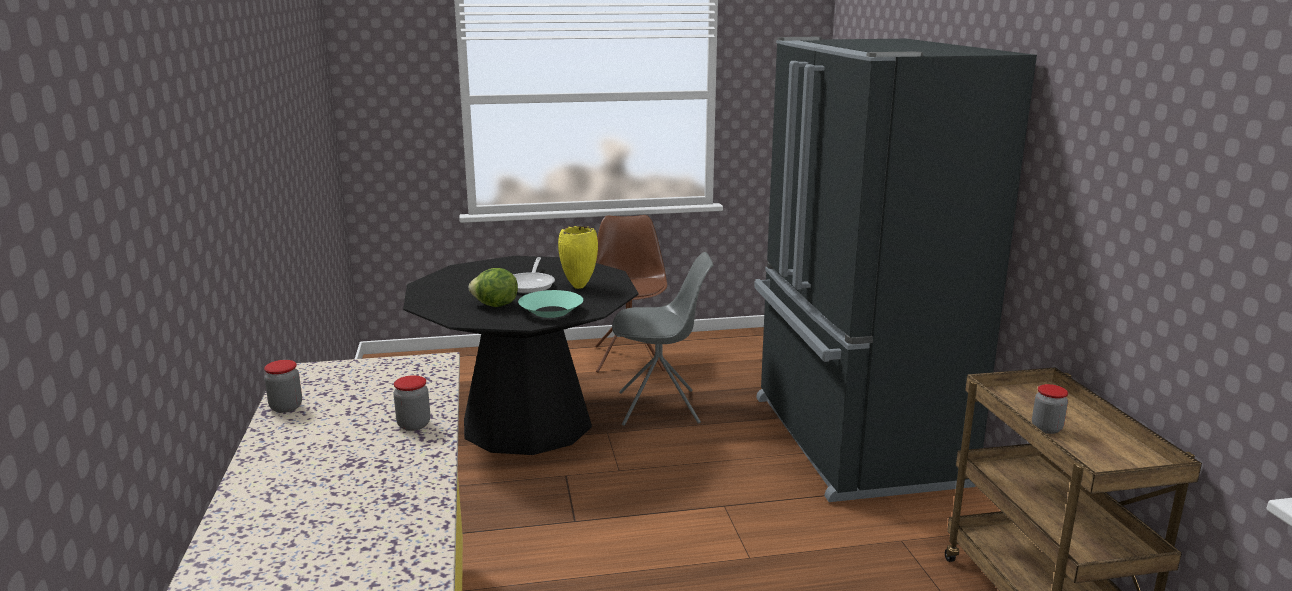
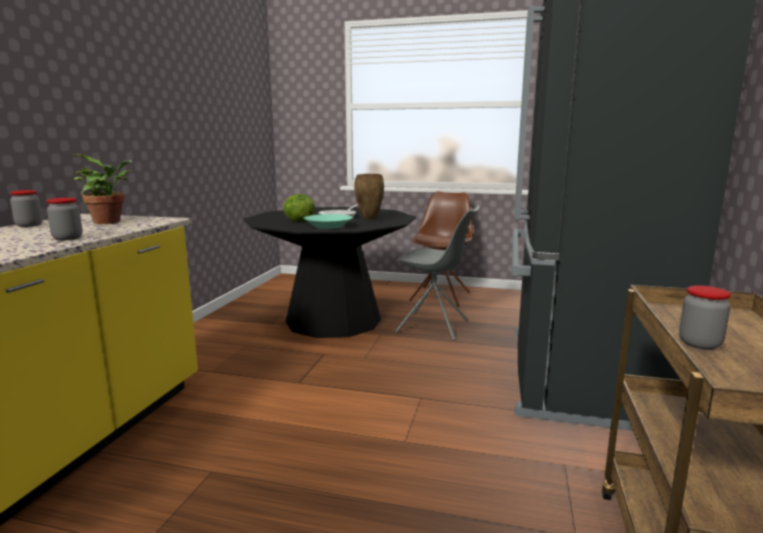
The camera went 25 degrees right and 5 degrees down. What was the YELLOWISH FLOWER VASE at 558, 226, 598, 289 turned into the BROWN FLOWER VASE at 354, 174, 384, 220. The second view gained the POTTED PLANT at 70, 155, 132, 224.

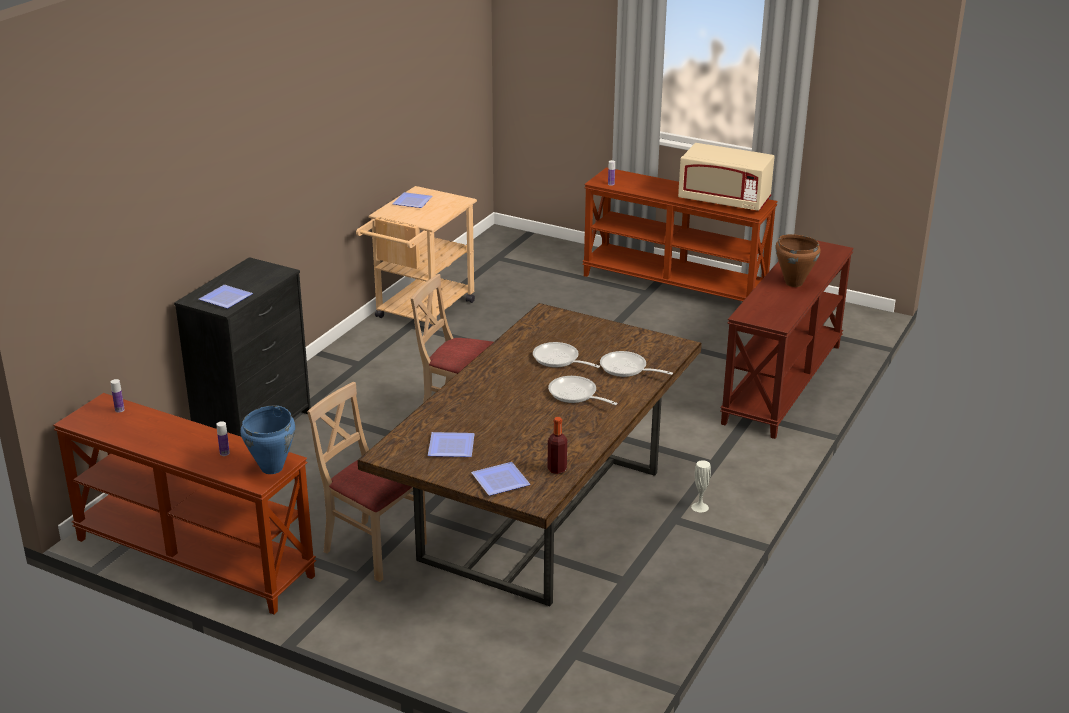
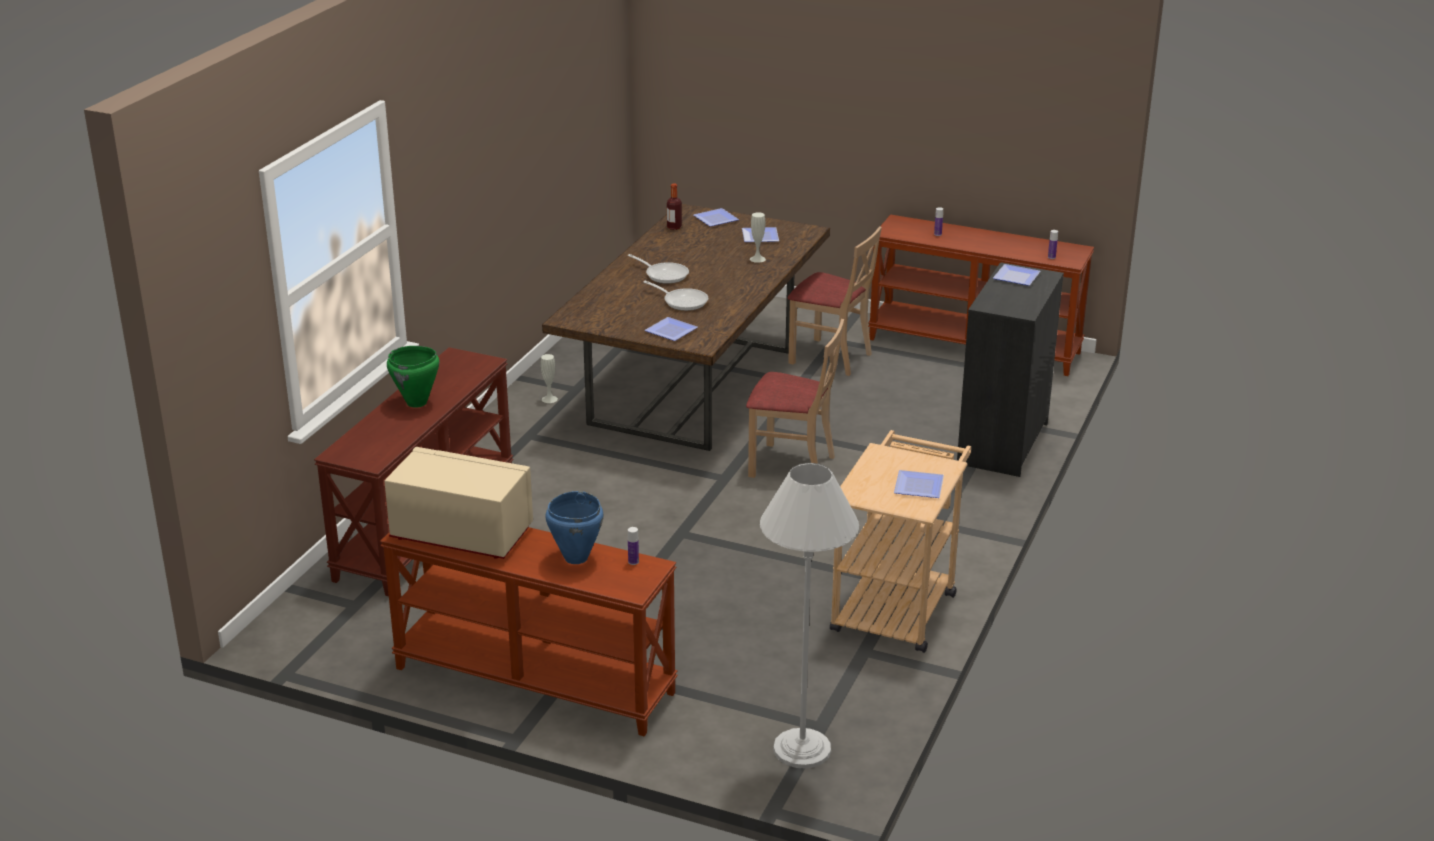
The camera went 175 degrees right and 0 degrees up. The BLUE-COLOURED SAUCEPOT ended up elsewhere, having gone from 241, 405, 295, 474 to 545, 491, 604, 564. The second view lost the PAN at 600, 351, 673, 377. What was the BROWN SAUCEPOT at 775, 234, 821, 287 turned into the GREEN-COLOURED SAUCEPOT at 387, 346, 440, 408. The second view gained the PLATE at 644, 317, 698, 341. The second view gained the WHITE FLOWER VASE at 750, 212, 766, 263. The second view gained the WHITE FLOOR LAMP at 760, 463, 859, 769.

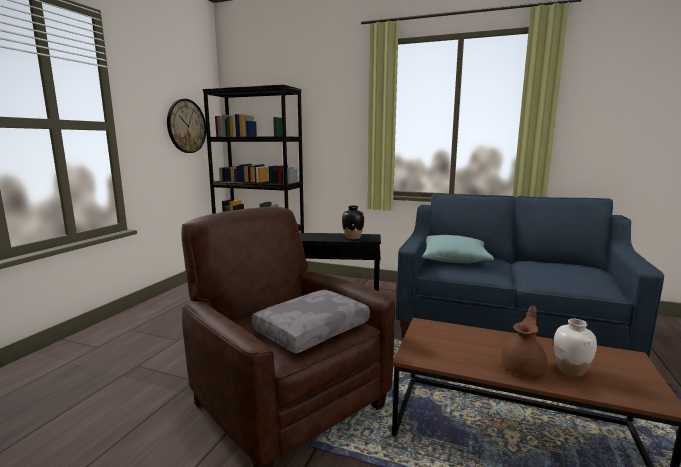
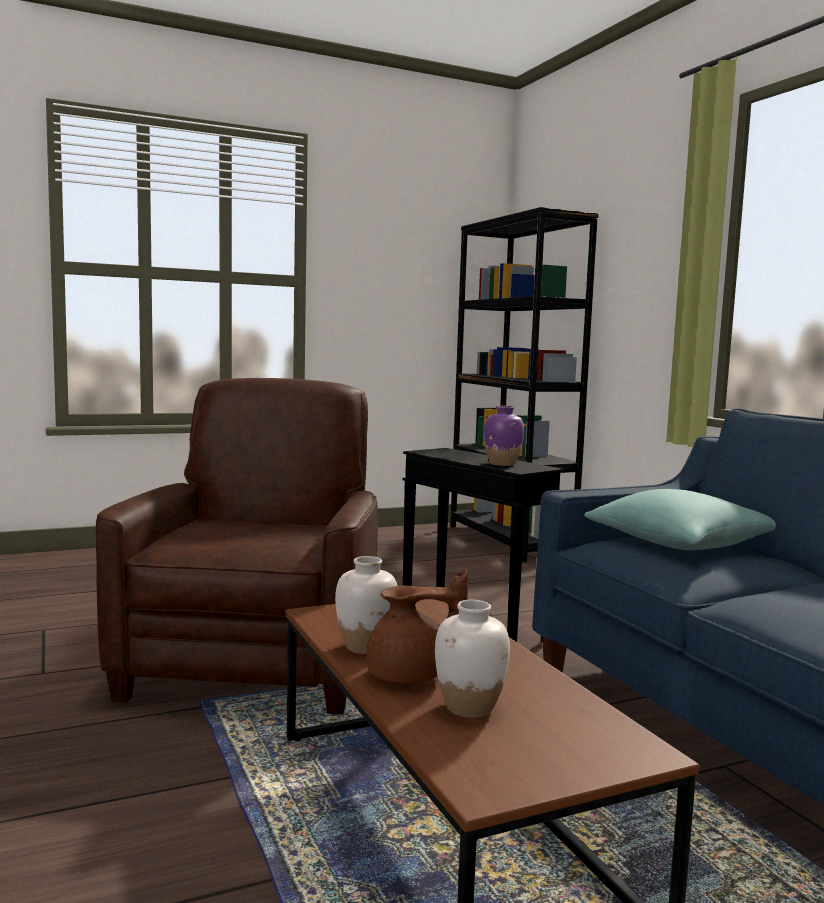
The camera went 45 degrees right and 5 degrees down. The second view lost the WALL CLOCK at 167, 99, 206, 153. The second view lost the GRAY PILLOW at 252, 290, 370, 353. What was the BLACKISH FLOWER VASE at 342, 206, 364, 239 turned into the PURPLE FLOWER VASE at 484, 406, 524, 466. The second view gained the WHITE FLOWER VASE at 335, 556, 398, 654.

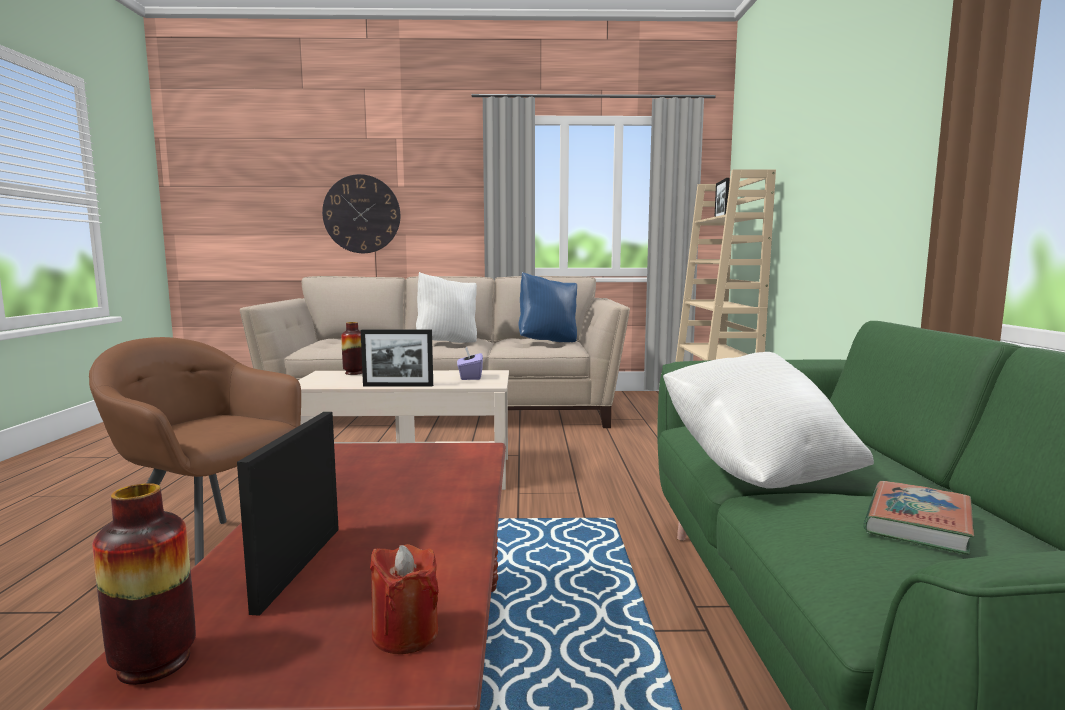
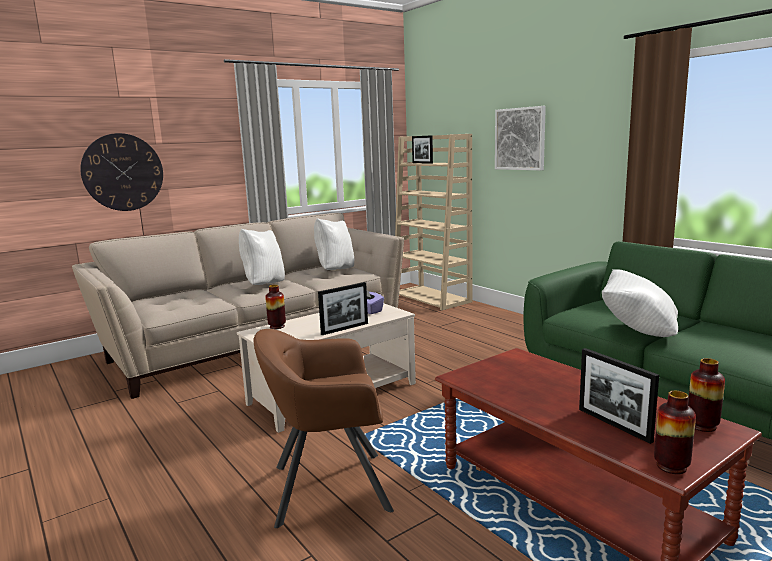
The camera went 35 degrees left and 5 degrees up. Where the REDDISH CANDLE stood at 370, 544, 439, 654, the FLOWER VASE came to stand at 688, 358, 725, 432. What was the BLUE-COLOURED PILLOW at 518, 272, 577, 342 turned into the WHITE PILLOW at 314, 218, 354, 270. The second view lost the BOUND BOOK at 864, 481, 974, 555. The second view gained the PICTURE at 495, 106, 546, 170.

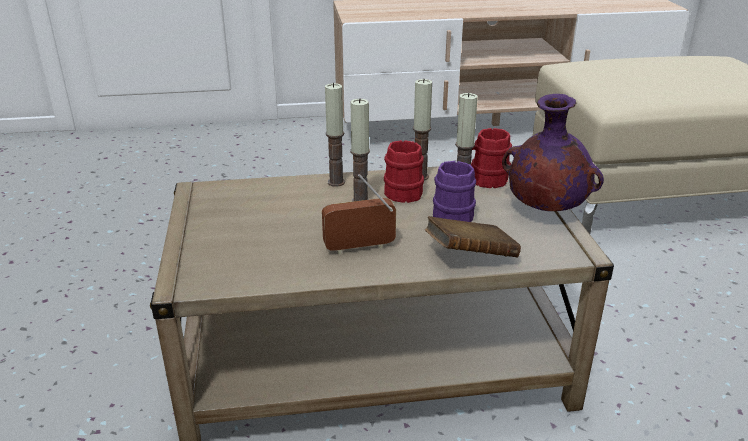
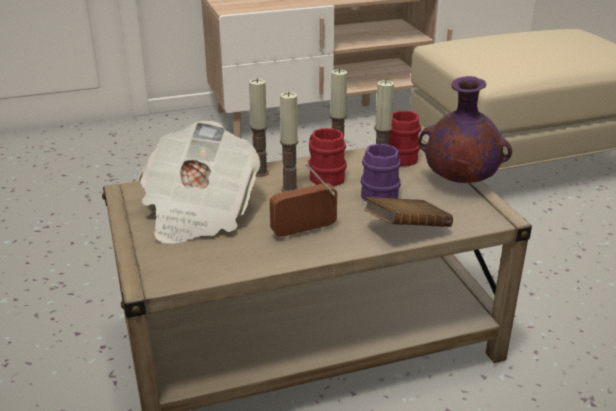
The camera went 10 degrees left and 0 degrees up. The second view gained the DAILY PAPER at 139, 121, 261, 244.

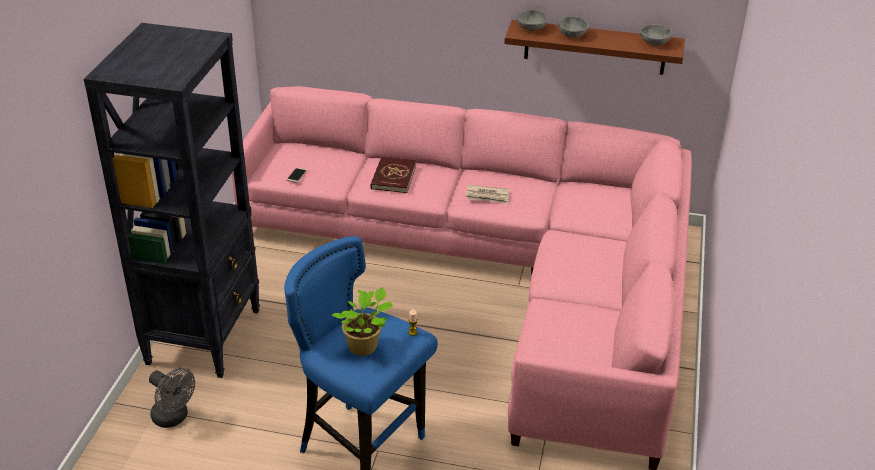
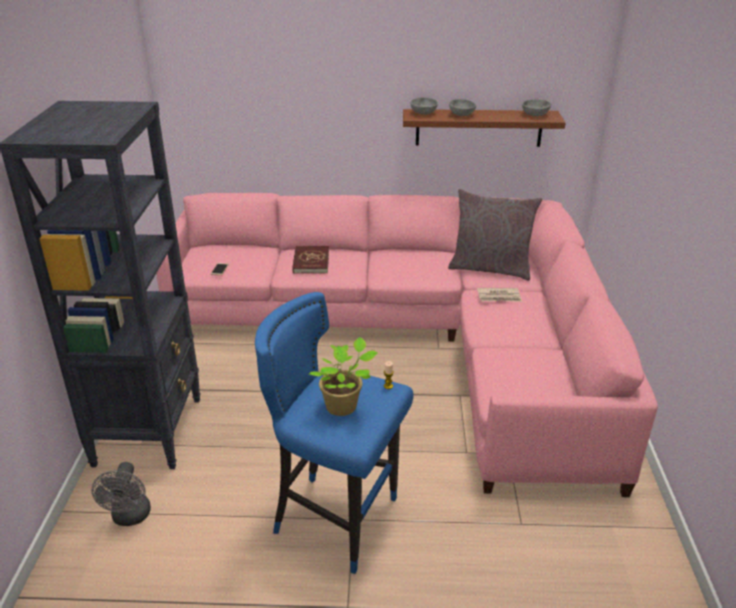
The camera went 10 degrees left and 5 degrees down. The GRAY FAN at 149, 368, 195, 428 ended up facing another way, 60 degrees clockwise from before. The DAILY PAPER ended up elsewhere, having gone from 465, 185, 509, 204 to 477, 288, 522, 302. The second view gained the GRAY PILLOW at 448, 189, 542, 281.

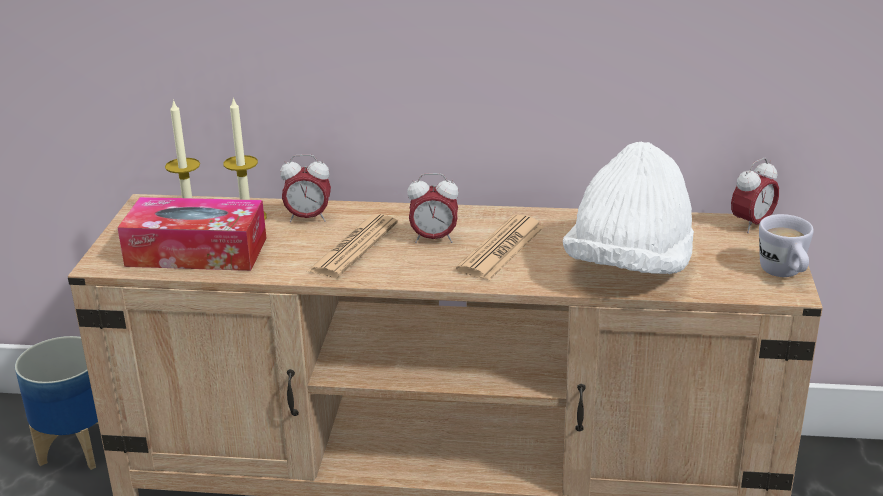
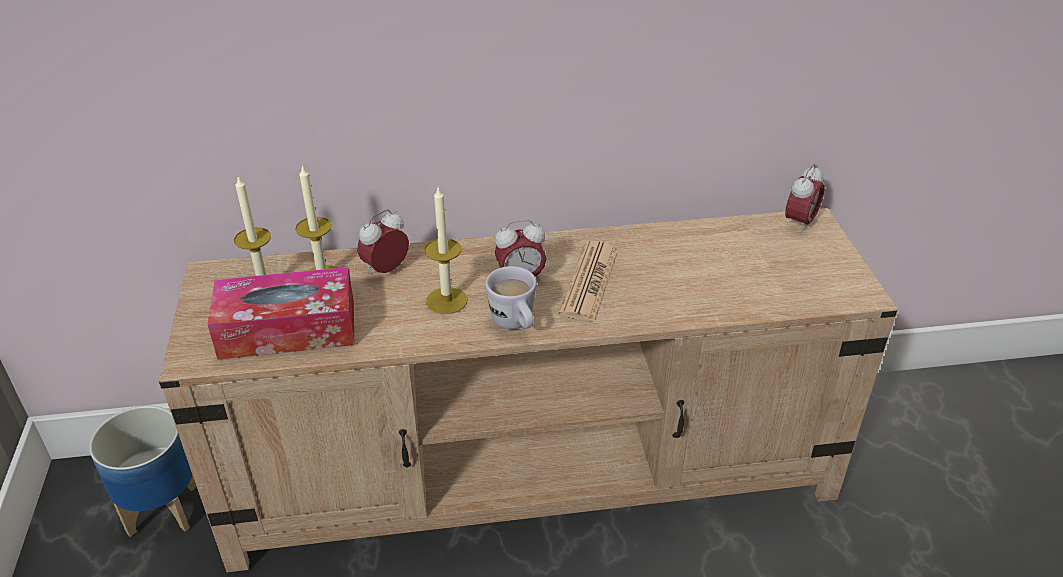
The camera went 15 degrees left and 10 degrees up. The TABLE CLOCK at 280, 154, 331, 222 ended up facing another way, 150 degrees clockwise from before. Where the DAILY PAPER stood at 307, 214, 398, 278, the CANDLE came to stand at 424, 188, 468, 314. The second view lost the WHITE WEARABLE HAT at 563, 142, 694, 274. The WHITE COFFEE MUG ended up elsewhere, having gone from 759, 214, 814, 277 to 485, 266, 537, 329.

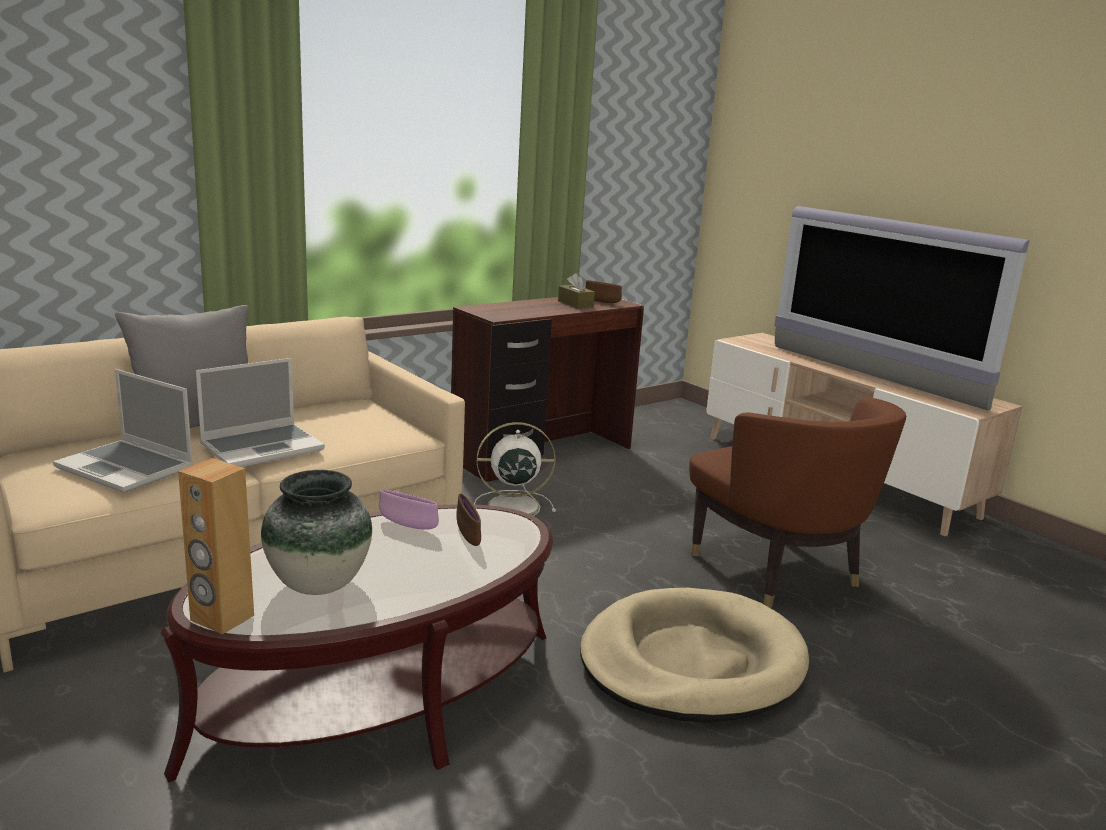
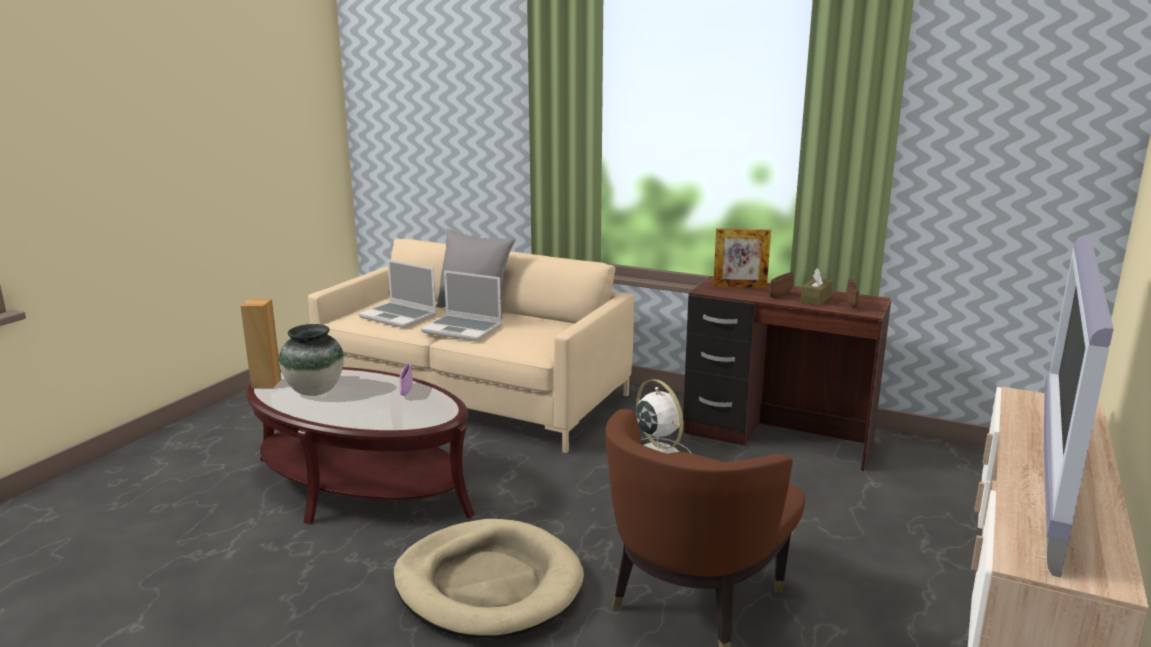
The camera went 65 degrees right and 0 degrees up. The PORTABLE COMPUTER at 53, 369, 193, 493 ended up facing another way, 60 degrees counterclockwise from before. The BROWN SERVING BOWL ended up elsewhere, having gone from 456, 493, 481, 546 to 769, 272, 794, 297. The second view gained the PICTURE FRAME at 713, 228, 771, 288.

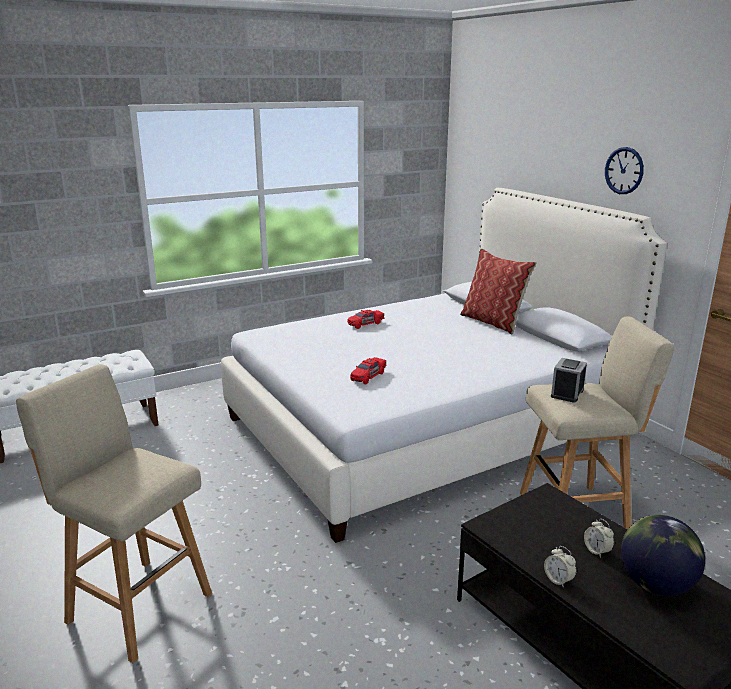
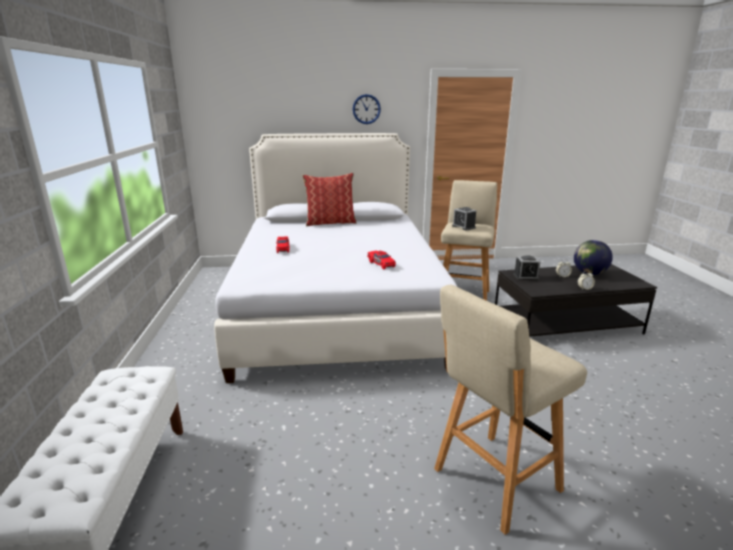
The camera went 65 degrees left and 0 degrees up. The second view gained the TABLE CLOCK at 513, 256, 540, 280.

